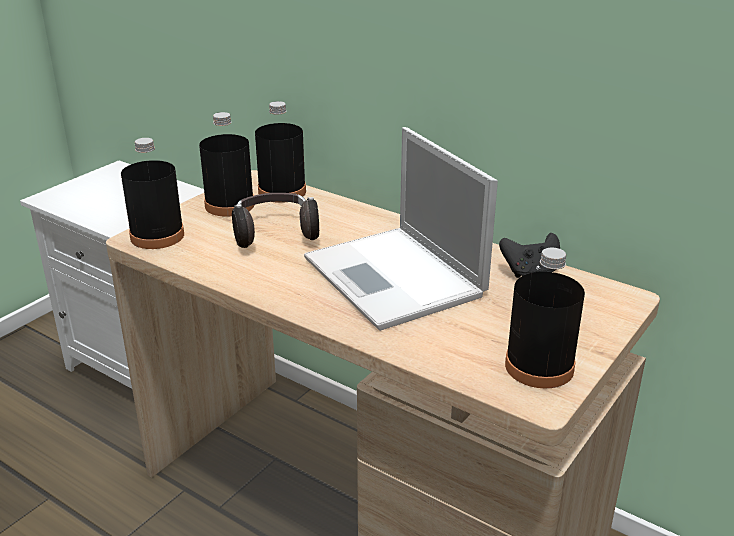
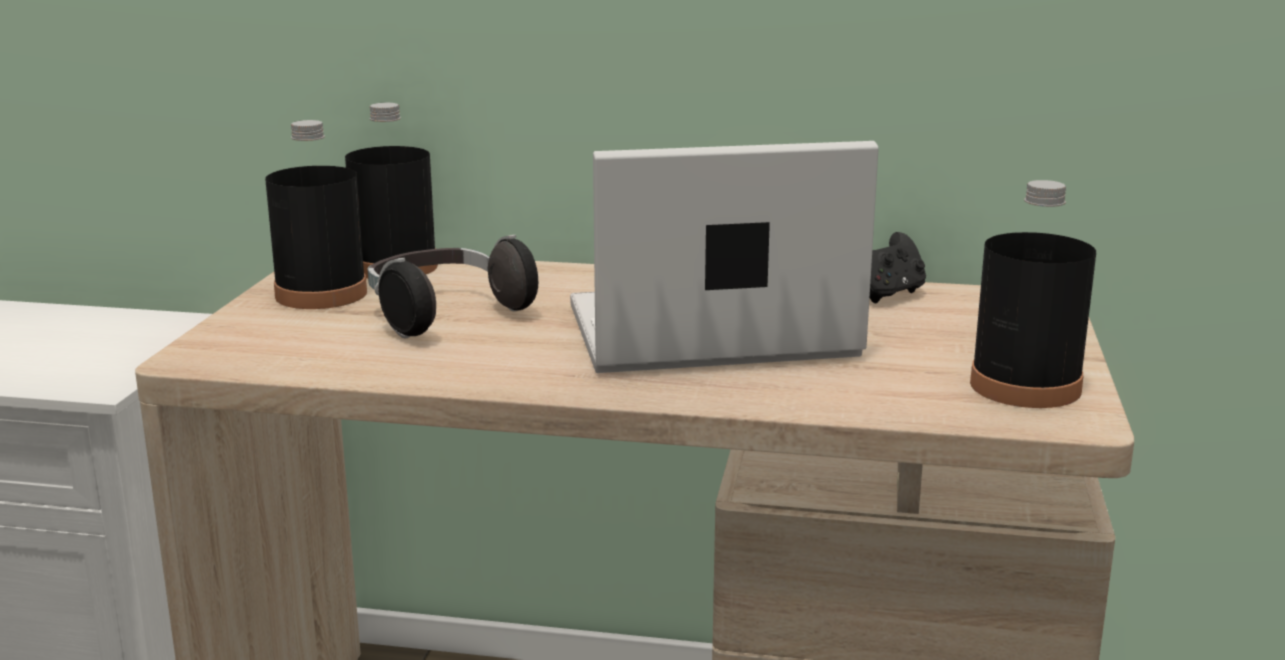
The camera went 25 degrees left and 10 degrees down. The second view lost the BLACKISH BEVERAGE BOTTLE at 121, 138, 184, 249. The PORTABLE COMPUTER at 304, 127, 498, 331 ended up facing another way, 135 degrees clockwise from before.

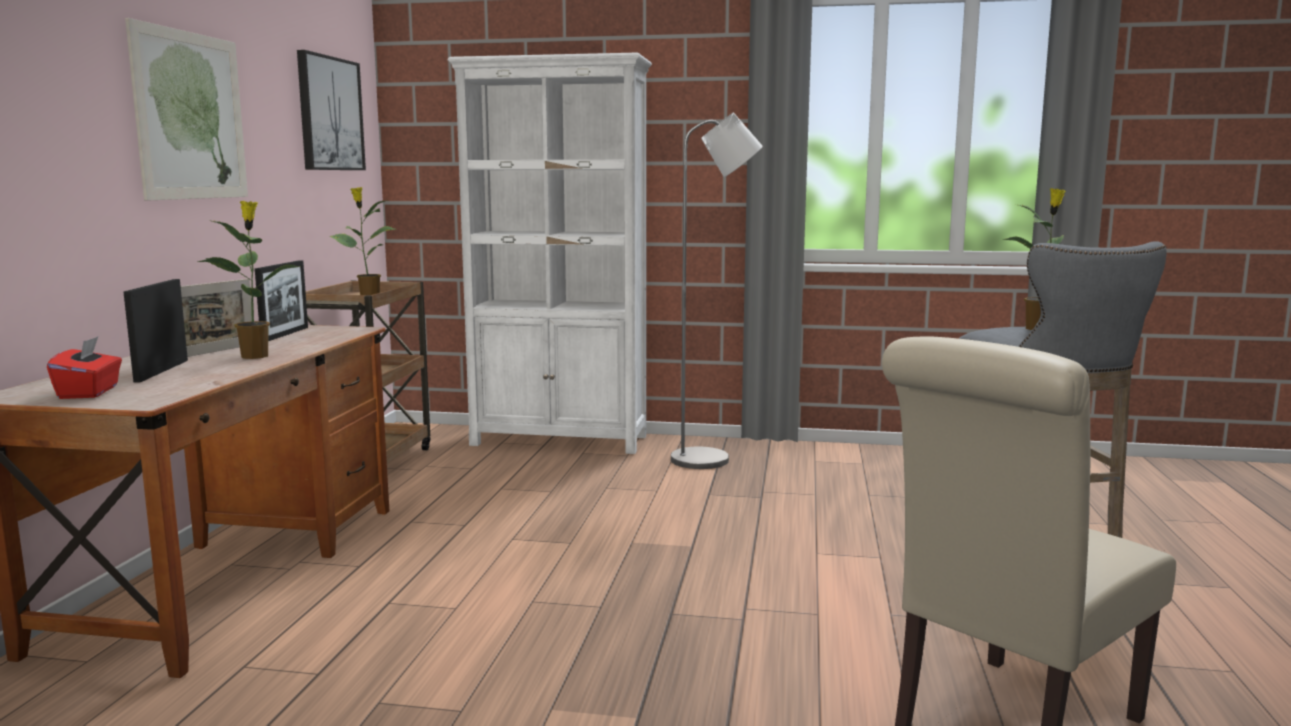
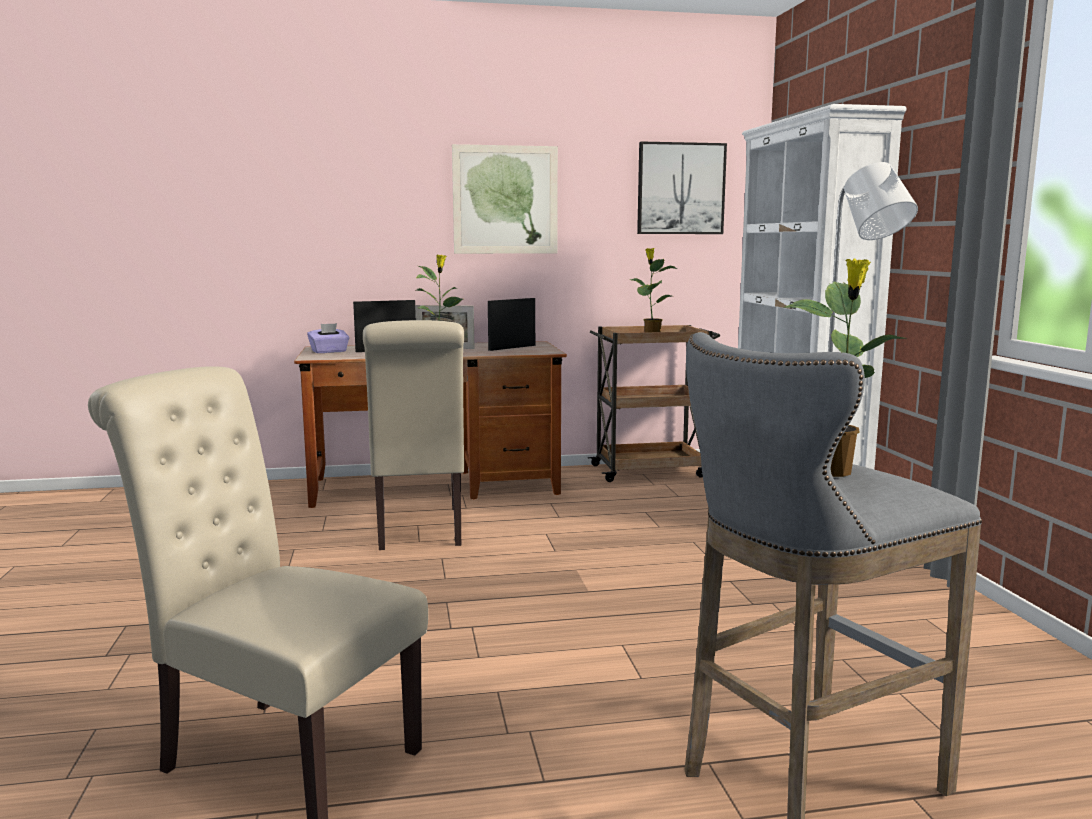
The camera went 70 degrees right and 0 degrees up. What was the REDDISH TISSUE BOX at 47, 336, 122, 399 turned into the PURPLE TISSUE BOX at 307, 323, 349, 353. The PICTURE FRAME at 255, 260, 308, 341 ended up facing another way, 150 degrees clockwise from before. The second view gained the BEIGE CHAIR at 363, 320, 465, 550.

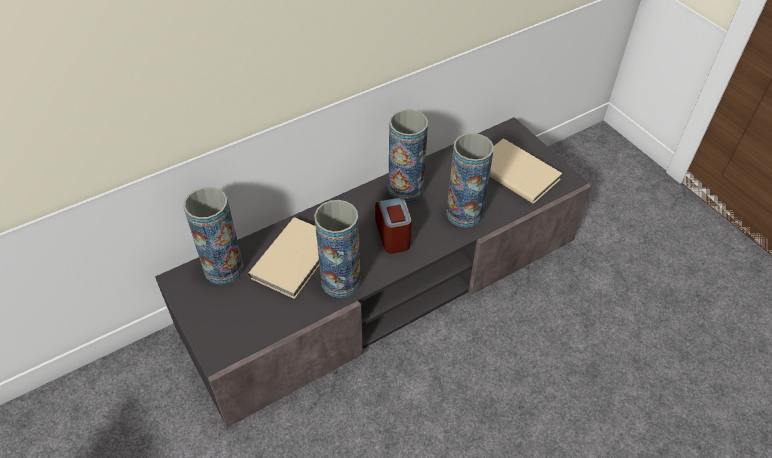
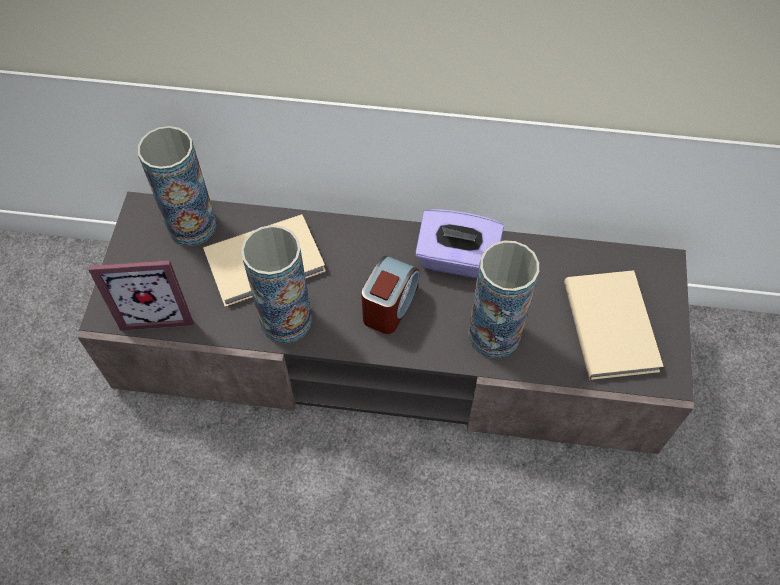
The camera went 40 degrees right and 10 degrees up. Where the FLOWER VASE stood at 388, 109, 428, 203, the PURPLE TISSUE BOX came to stand at 415, 209, 504, 278. The second view gained the PICTURE FRAME at 88, 260, 193, 331.

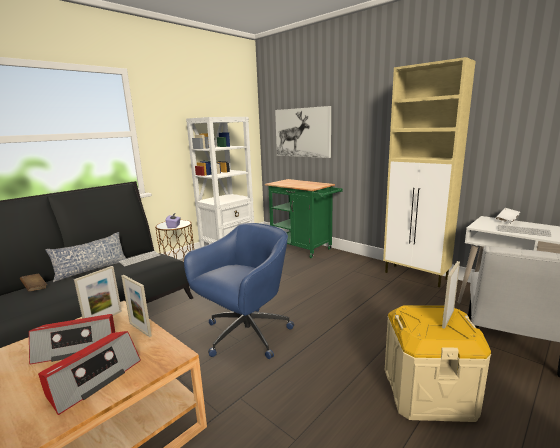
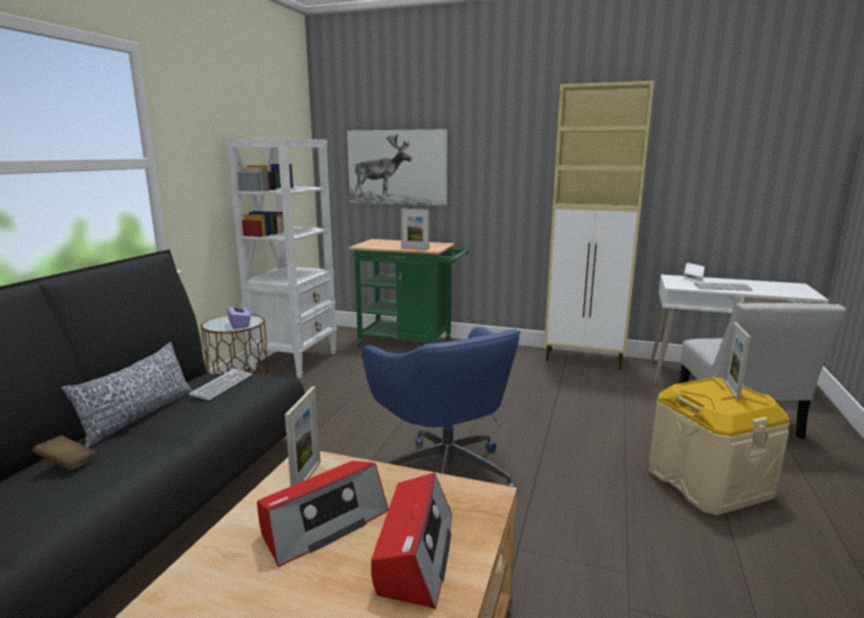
The camera went 25 degrees left and 0 degrees up. The PICTURE FRAME ended up elsewhere, having gone from 121, 275, 152, 337 to 401, 209, 429, 250. The BLUE-COLOURED COMPUTER CHAIR at 184, 223, 294, 359 ended up facing another way, 135 degrees clockwise from before.

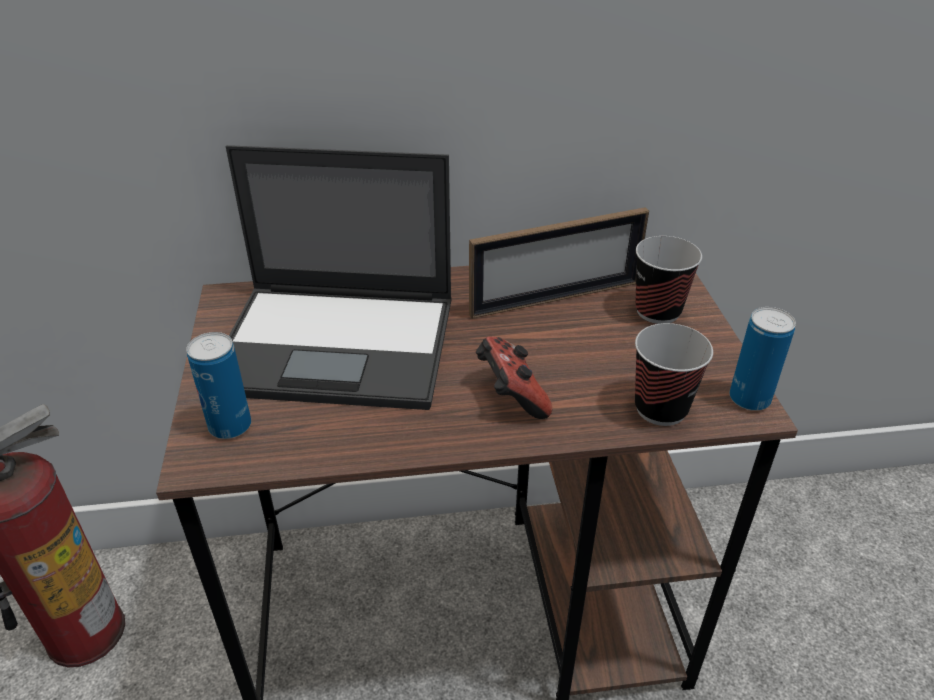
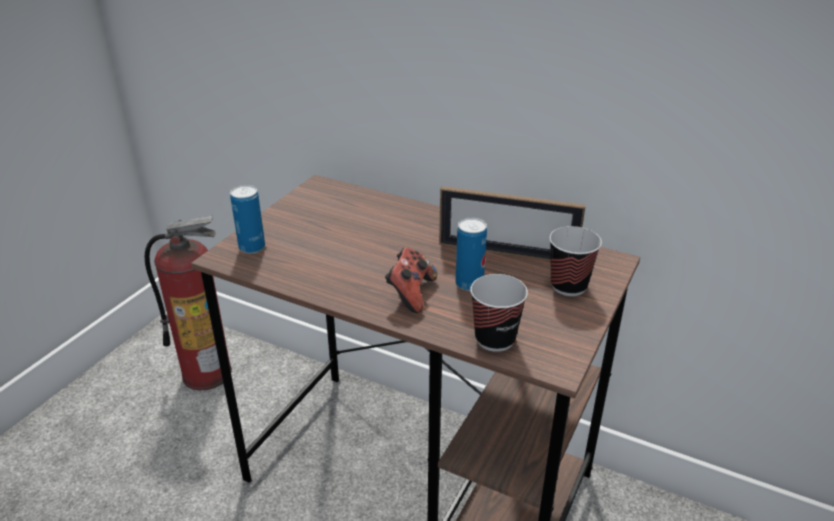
The camera went 35 degrees right and 5 degrees down. The second view lost the PORTABLE COMPUTER at 226, 145, 452, 410. The METAL CAN ended up elsewhere, having gone from 729, 307, 796, 411 to 455, 218, 487, 291.

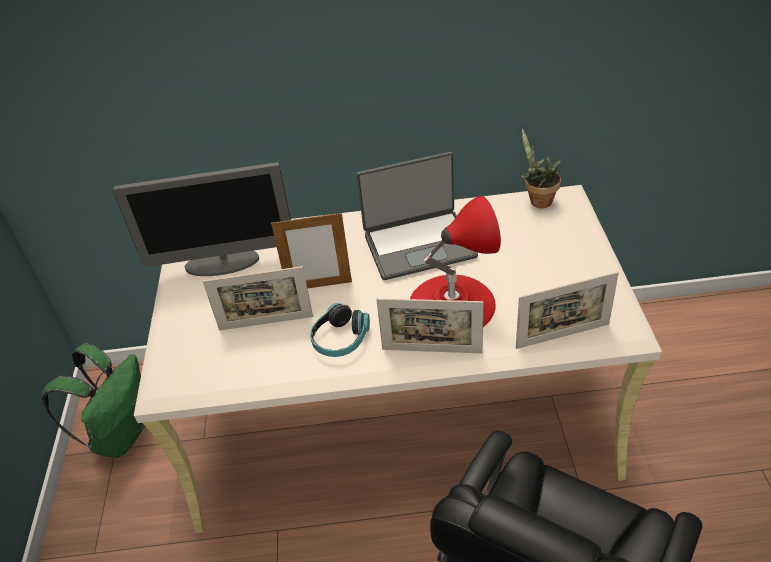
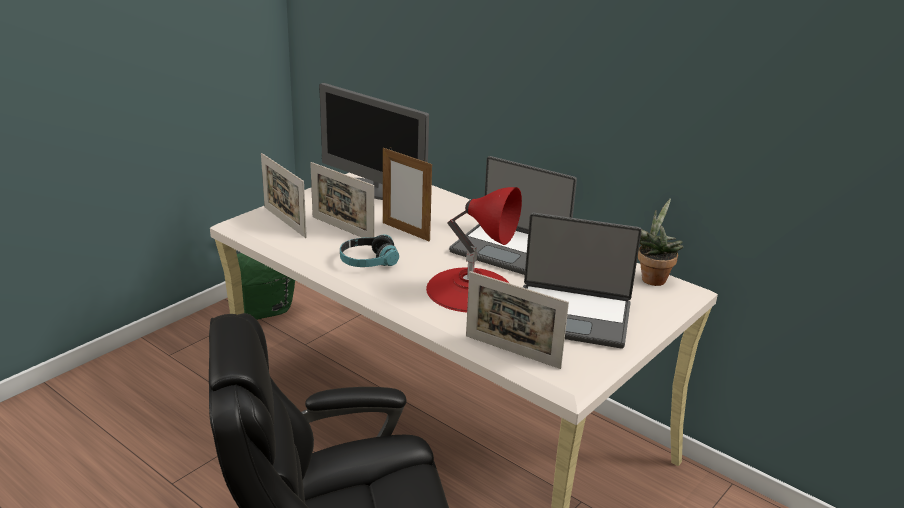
The camera went 40 degrees right and 15 degrees down. The PICTURE FRAME ended up elsewhere, having gone from 376, 298, 483, 354 to 261, 153, 307, 238. The second view gained the PORTABLE COMPUTER at 523, 213, 642, 348.

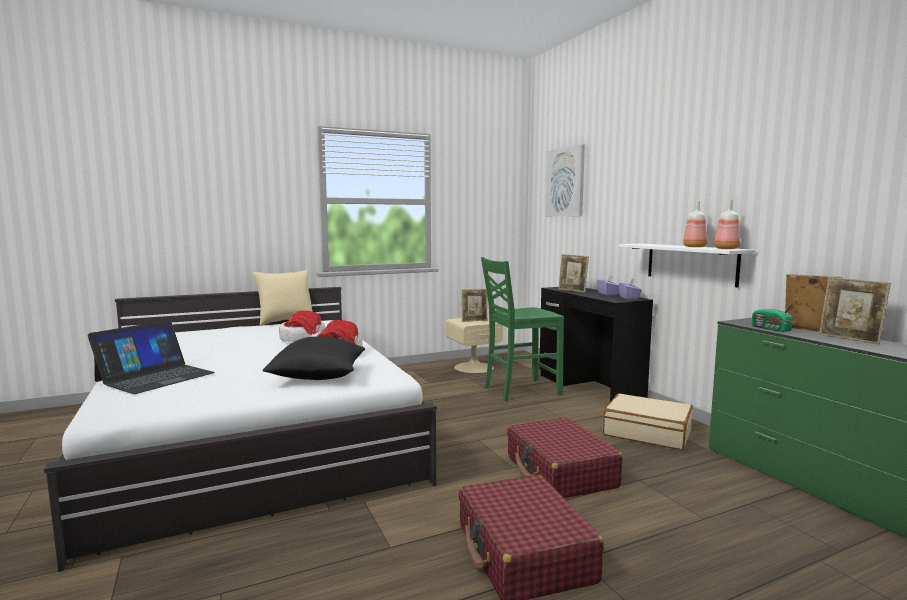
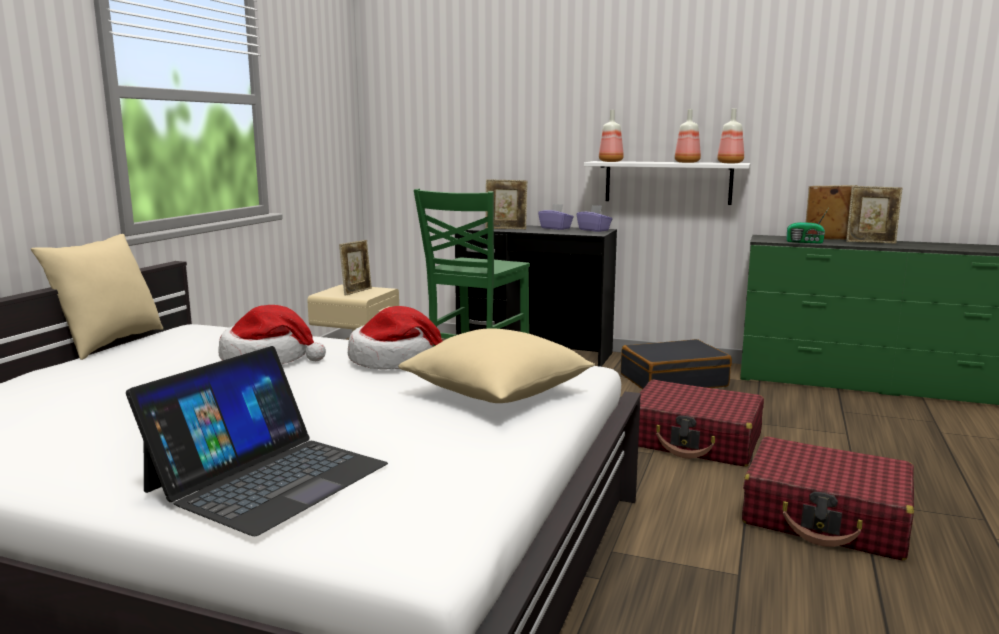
The camera went 45 degrees left and 5 degrees up. The PORTABLE COMPUTER at 88, 320, 215, 394 ended up facing another way, 45 degrees clockwise from before. What was the BLACKISH PILLOW at 262, 337, 365, 380 turned into the BEIGE PILLOW at 398, 328, 595, 403. The second view lost the PICTURE at 546, 144, 585, 216. What was the BEIGE PIECE OF LUGGAGE at 603, 393, 693, 450 turned into the BLACKISH PIECE OF LUGGAGE at 621, 339, 732, 389. The second view gained the BEVERAGE BOTTLE at 599, 110, 624, 162.

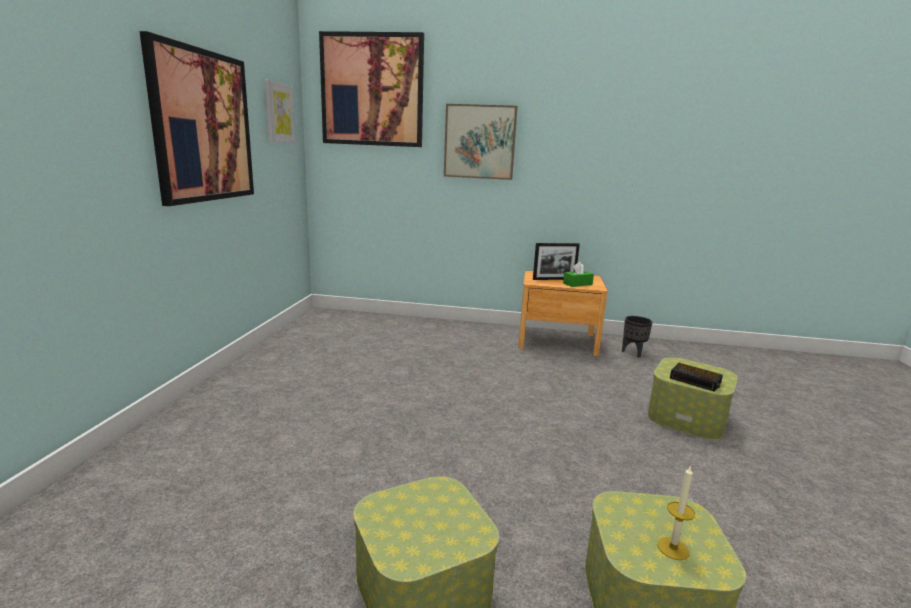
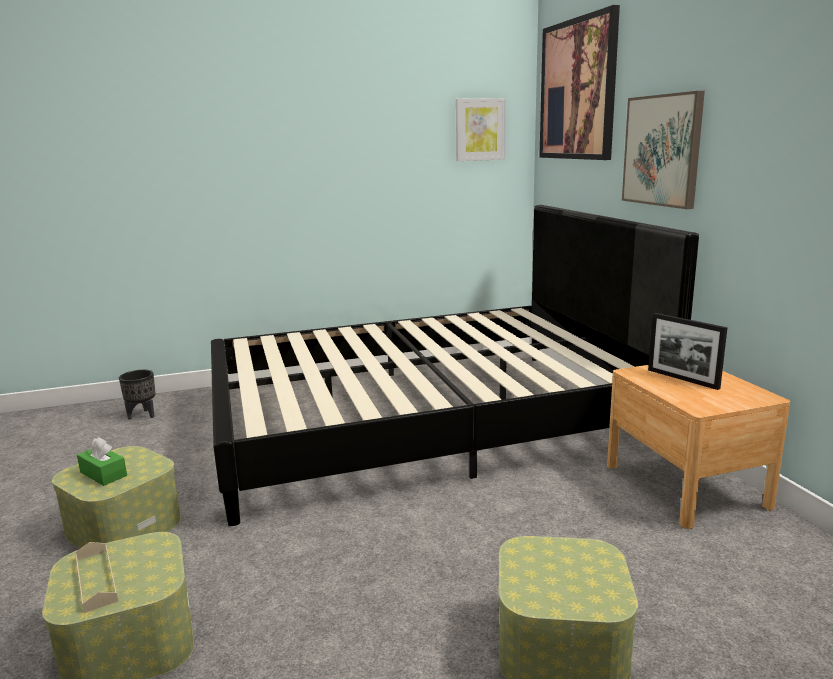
The camera went 65 degrees right and 0 degrees up. The second view lost the PICTURE at 140, 31, 254, 206. The GREEN-COLOURED TISSUE BOX ended up elsewhere, having gone from 563, 262, 594, 287 to 77, 437, 127, 486. The BLACKISH FLOWER POT ended up elsewhere, having gone from 622, 316, 653, 357 to 119, 370, 156, 420. Where the CANDLE stood at 657, 465, 695, 560, the BEIGE CARRYING TRAY came to stand at 75, 542, 118, 613. The second view lost the TABLE CLOCK at 670, 363, 723, 392. The second view gained the BLACKISH BED at 211, 205, 699, 526.

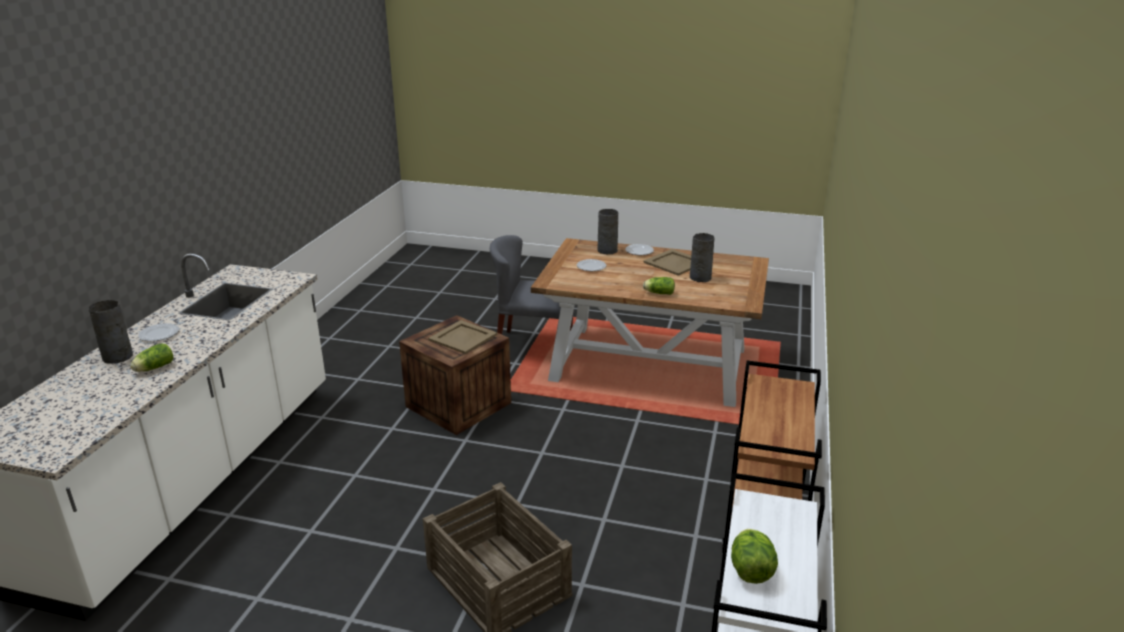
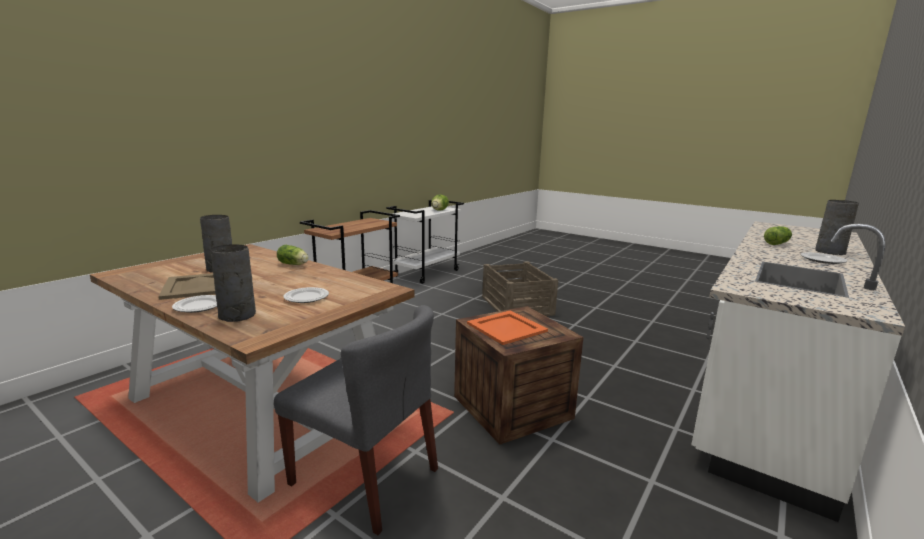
The camera went 160 degrees left and 10 degrees down. What was the BEIGE CARRYING TRAY at 428, 320, 497, 354 turned into the ORANGEY CARRYING TRAY at 467, 310, 548, 345.

